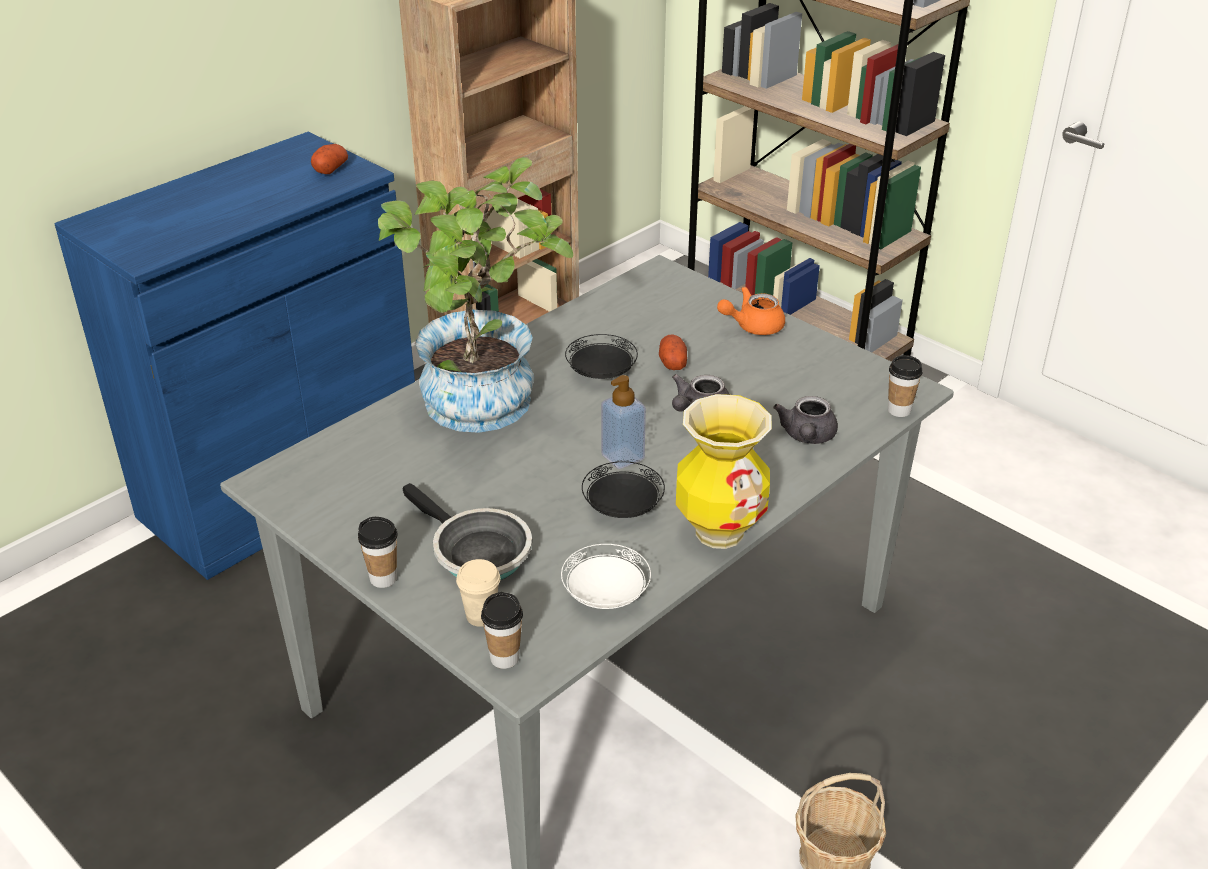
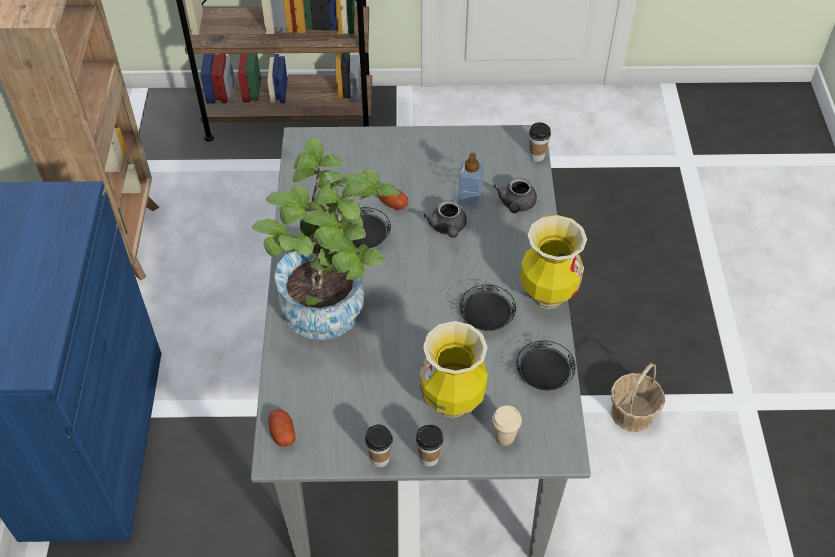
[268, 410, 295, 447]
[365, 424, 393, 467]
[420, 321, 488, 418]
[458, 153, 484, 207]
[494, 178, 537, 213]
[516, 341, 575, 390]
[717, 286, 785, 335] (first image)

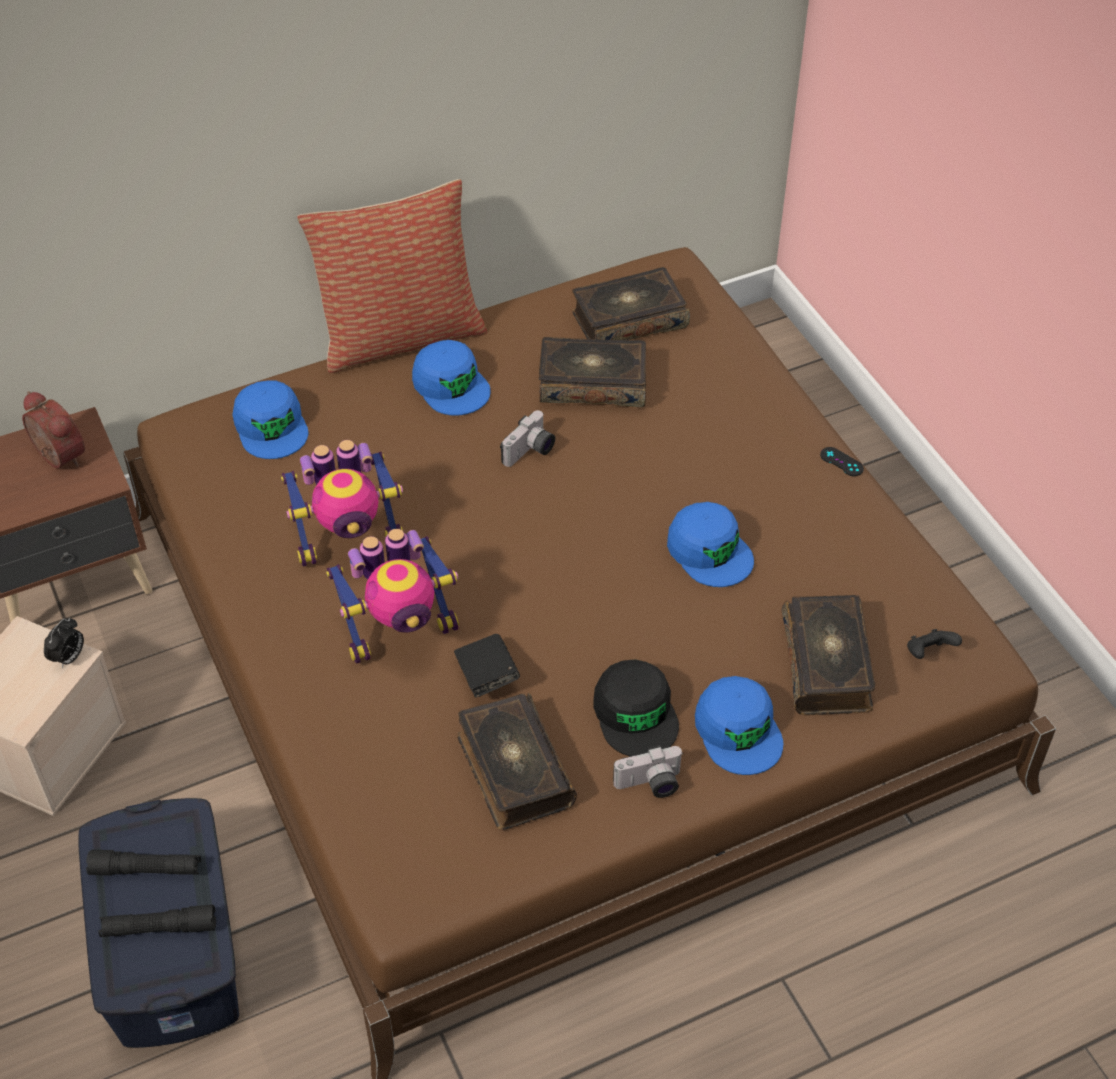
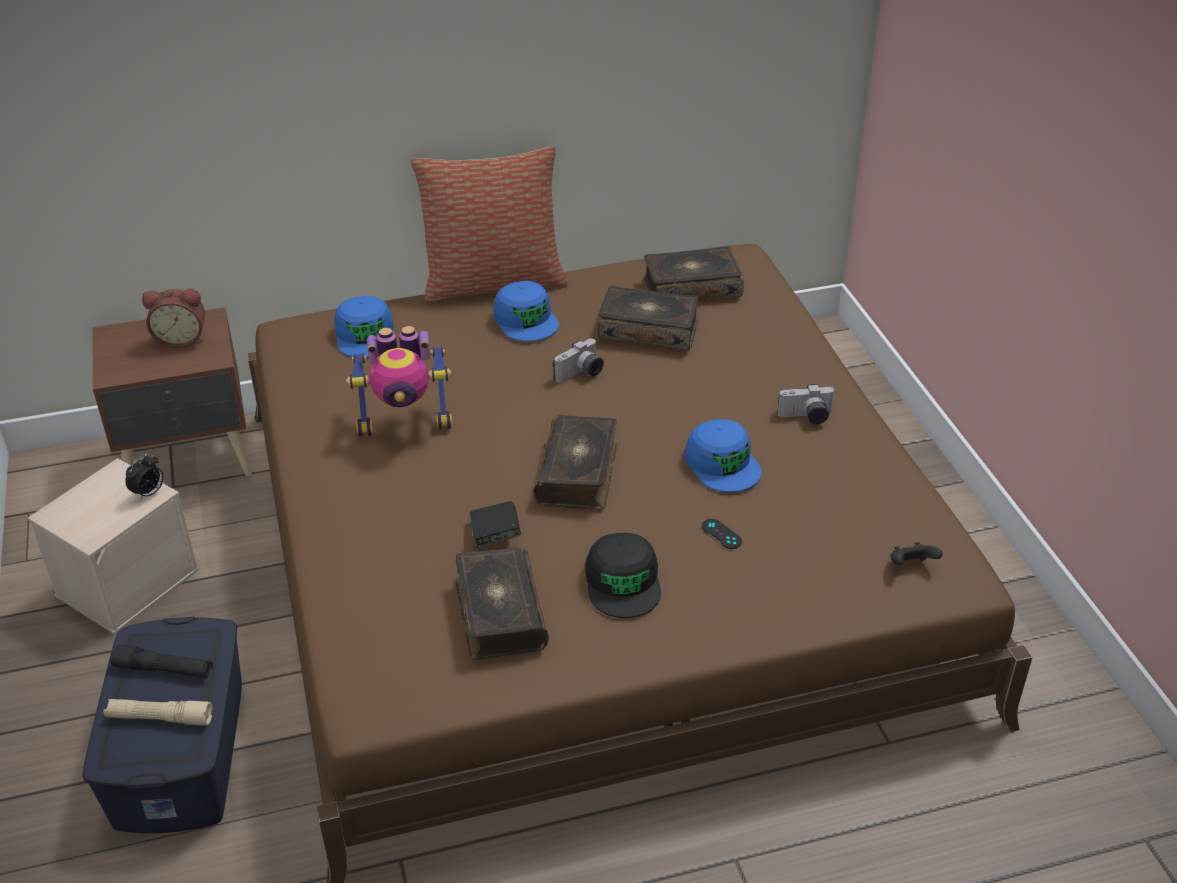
[104, 699, 213, 726]
[142, 289, 205, 348]
[533, 415, 617, 510]
[702, 519, 742, 549]
[778, 384, 834, 424]
[326, 529, 459, 664] (first image)
[695, 676, 783, 775] (first image)

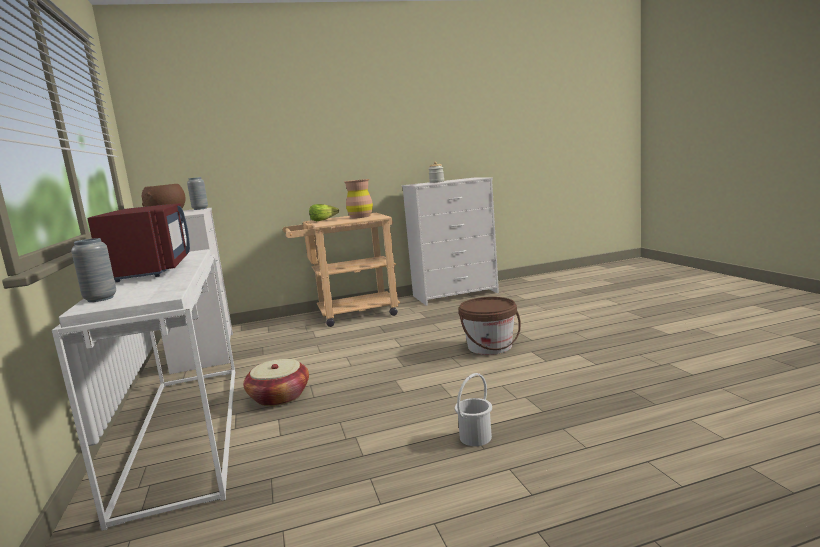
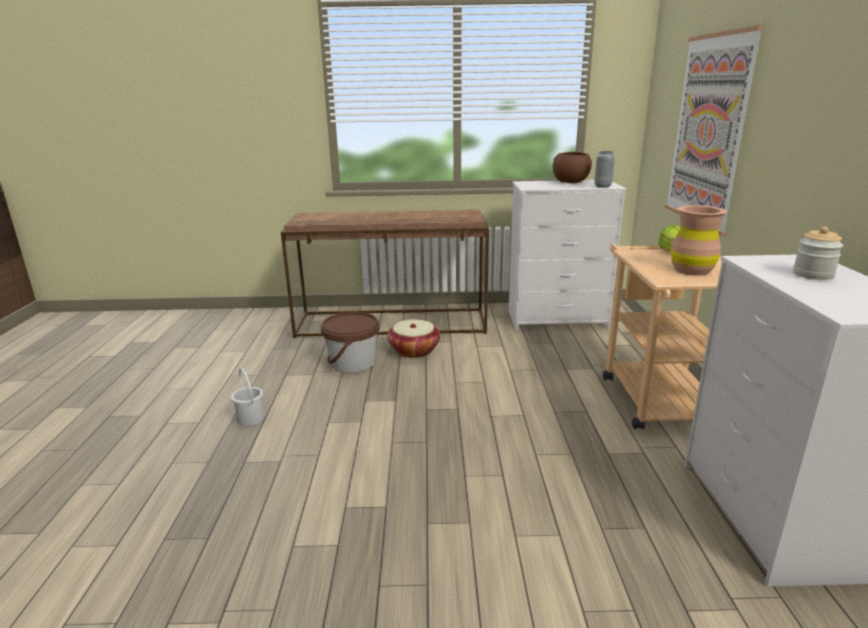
[281, 210, 489, 338]
[321, 312, 380, 373]
[665, 25, 764, 236]
[71, 238, 116, 302] (first image)
[87, 203, 190, 282] (first image)

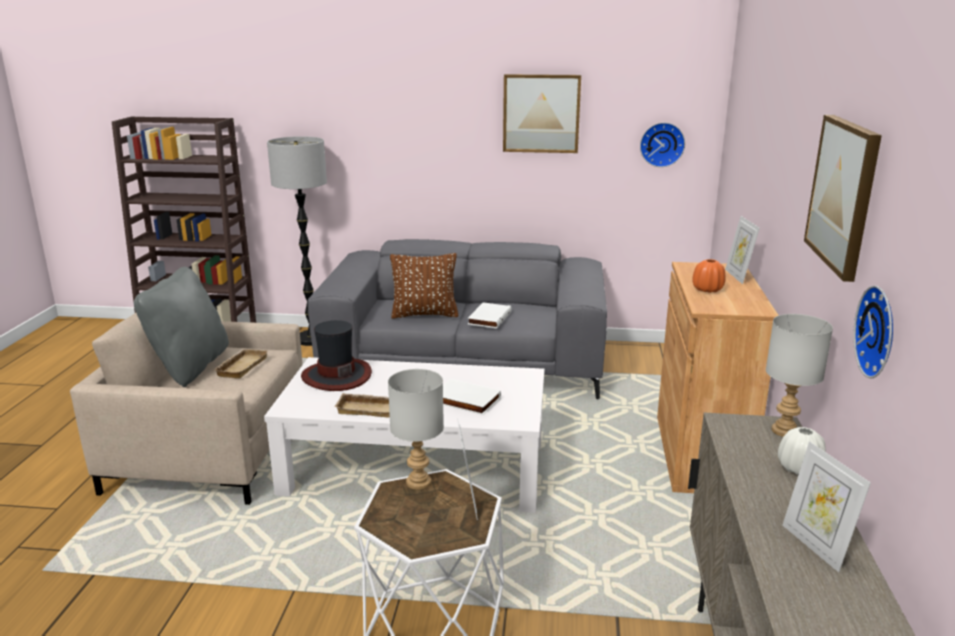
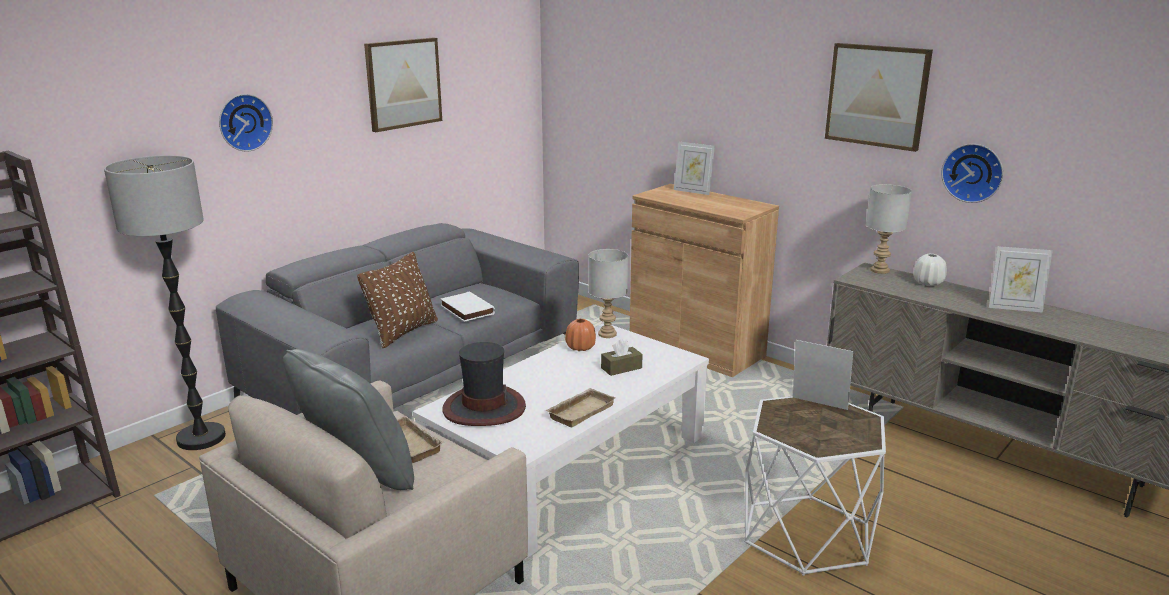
[219, 94, 273, 152]
[565, 319, 596, 351]
[588, 249, 628, 338]
[601, 339, 643, 376]

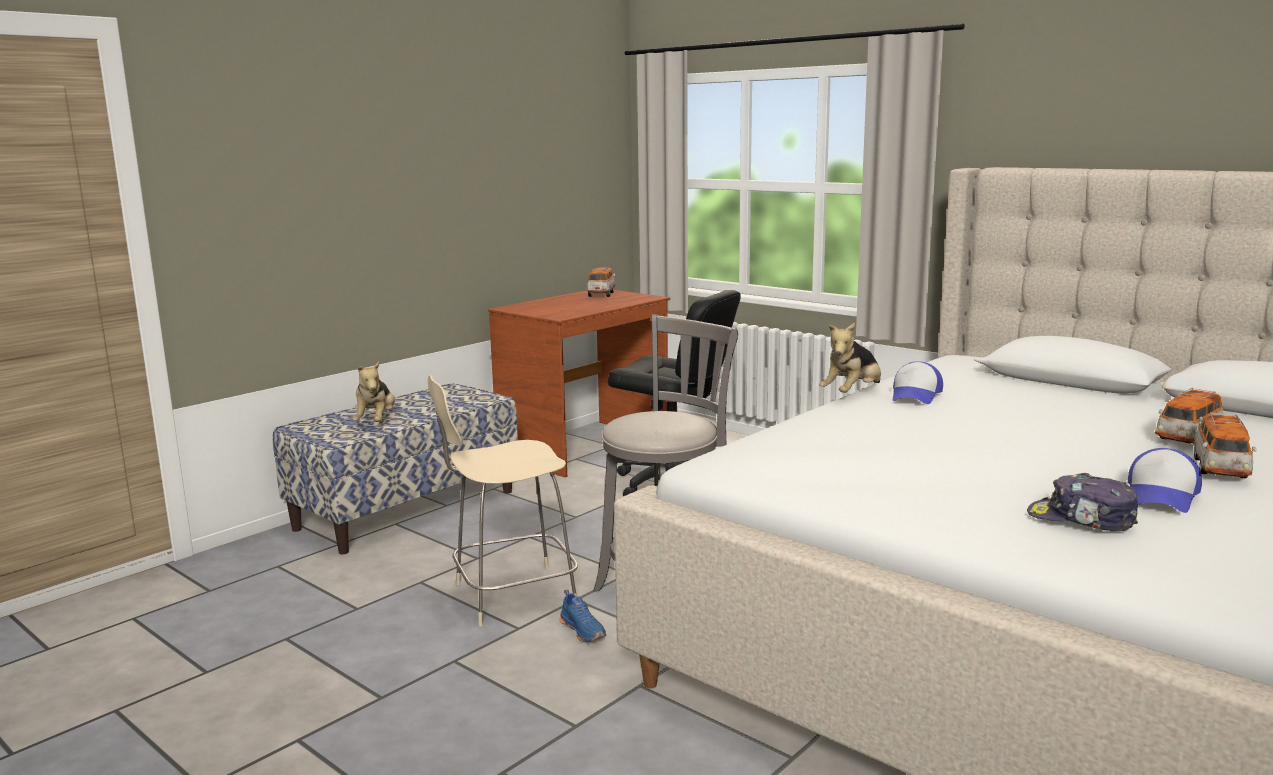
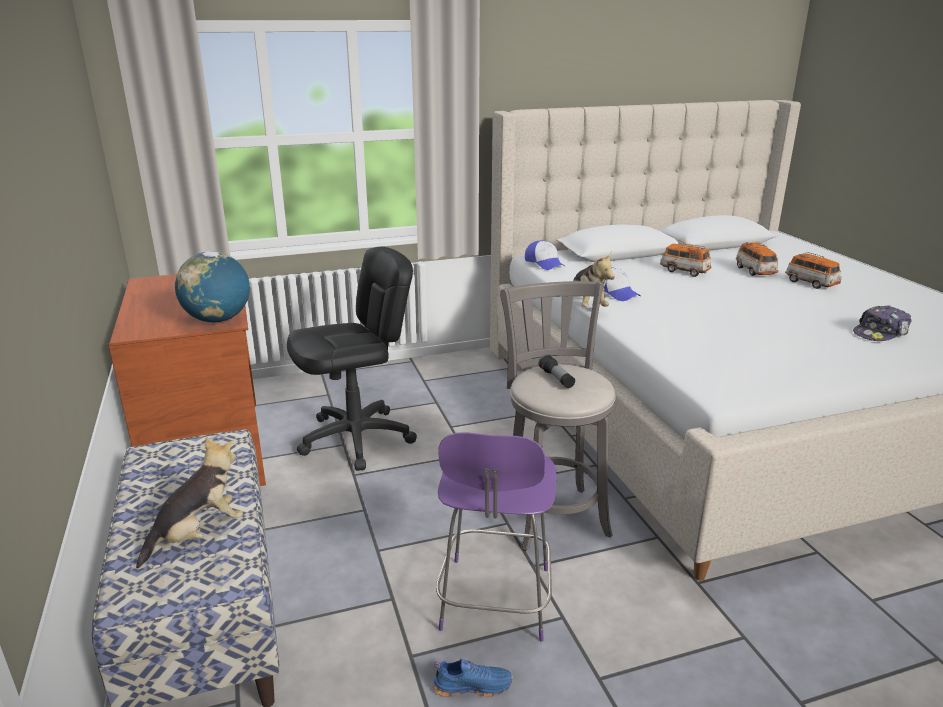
[136, 437, 243, 568]
[175, 251, 250, 323]
[433, 659, 513, 697]
[436, 432, 556, 642]
[525, 241, 566, 270]
[539, 354, 575, 388]
[660, 244, 712, 277]

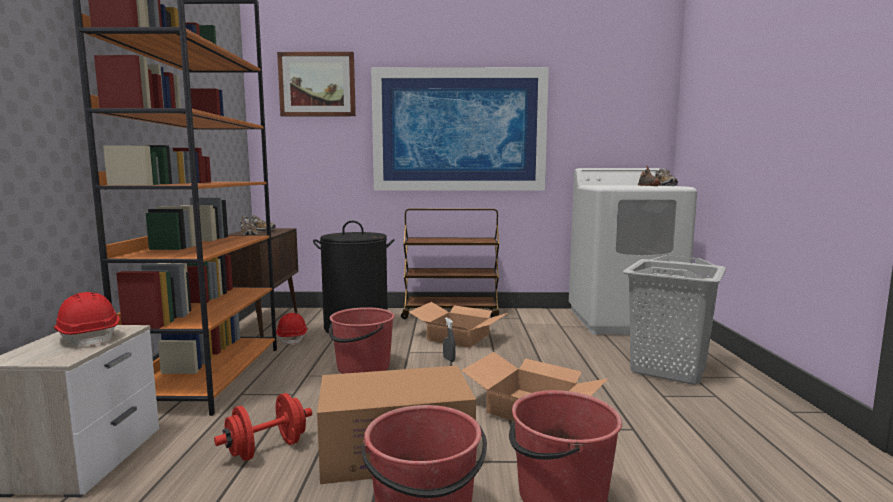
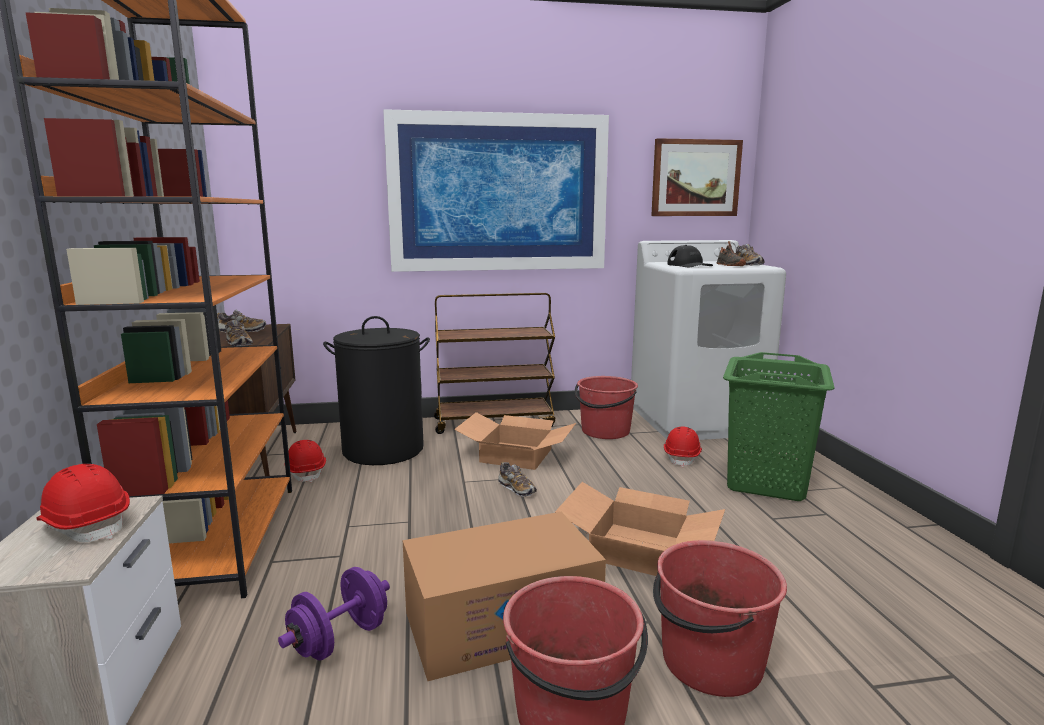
[278, 567, 390, 660]
[498, 462, 537, 497]
[575, 376, 638, 439]
[651, 138, 743, 216]
[664, 427, 702, 467]
[667, 245, 713, 267]
[723, 352, 835, 501]

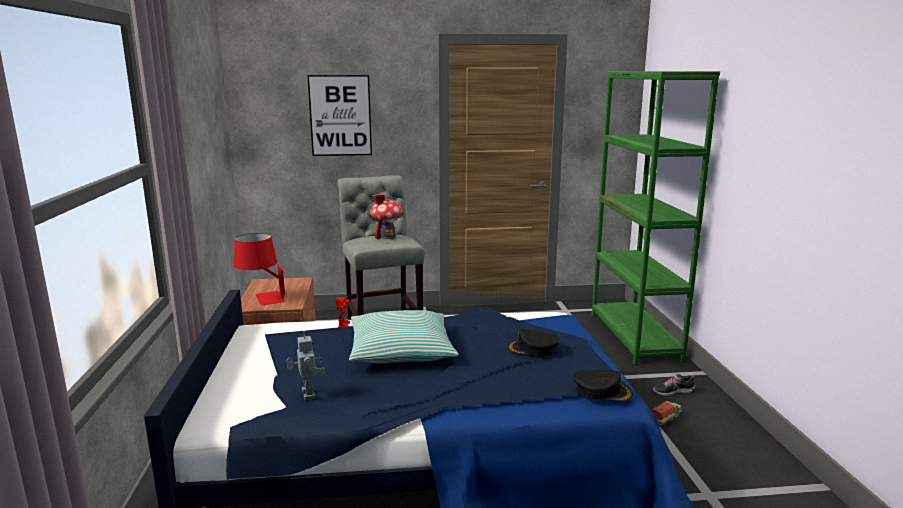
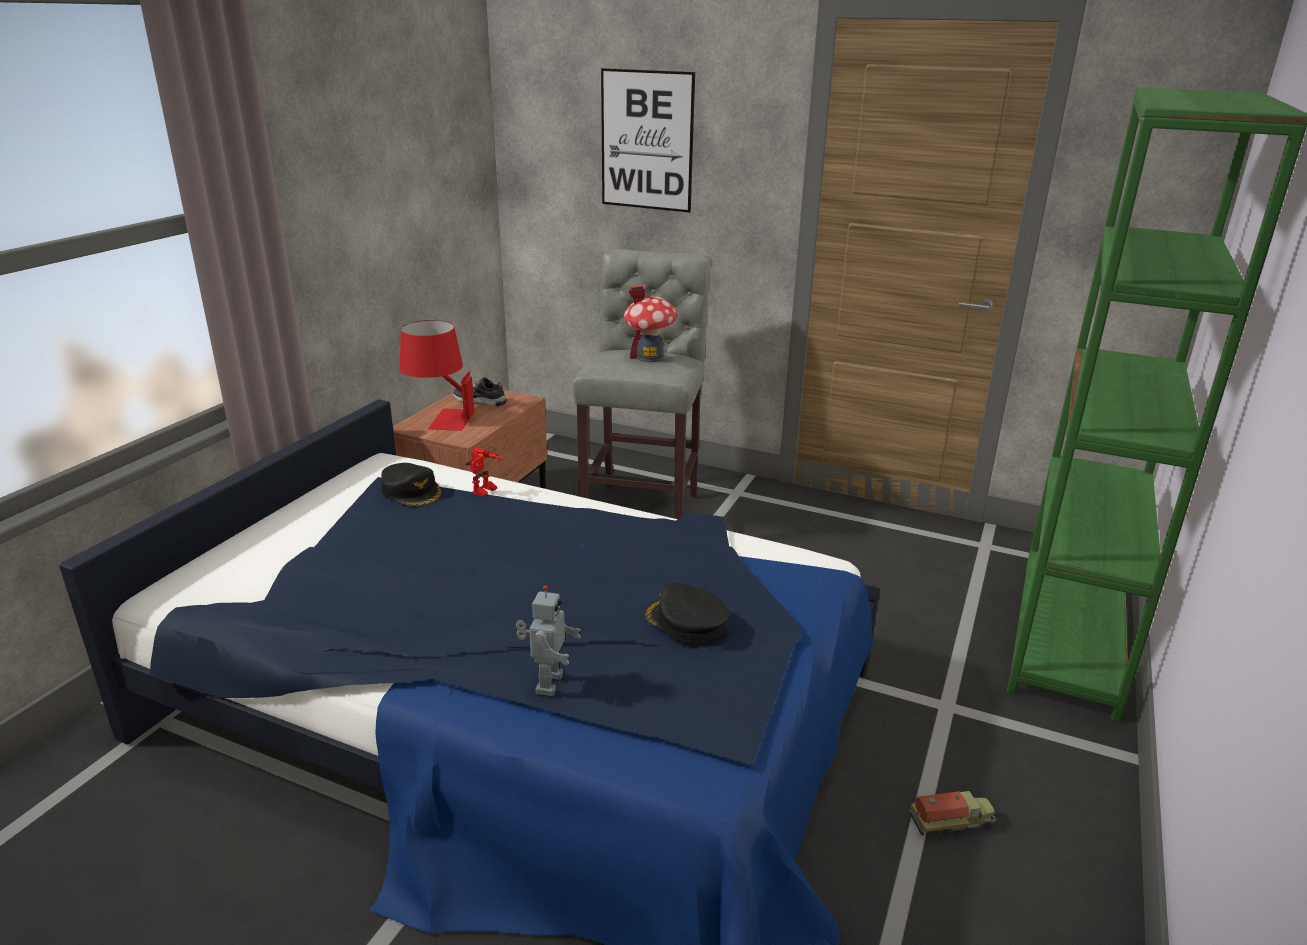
[381, 463, 443, 507]
[453, 377, 507, 406]
[516, 585, 581, 696]
[349, 310, 459, 363] (first image)

